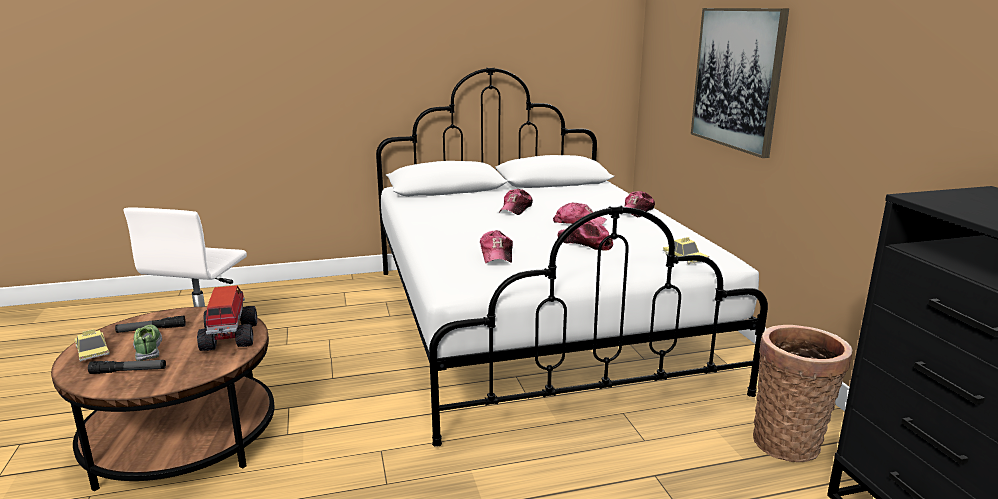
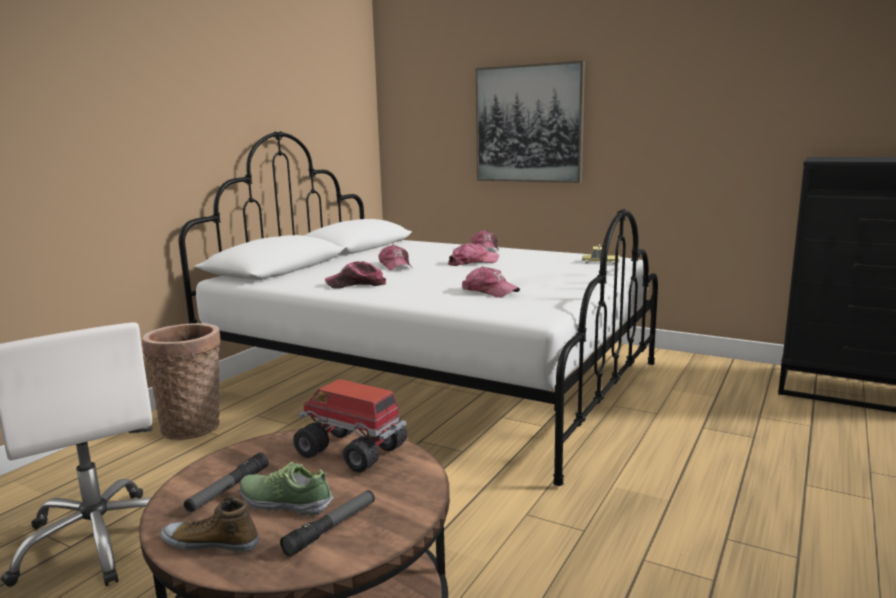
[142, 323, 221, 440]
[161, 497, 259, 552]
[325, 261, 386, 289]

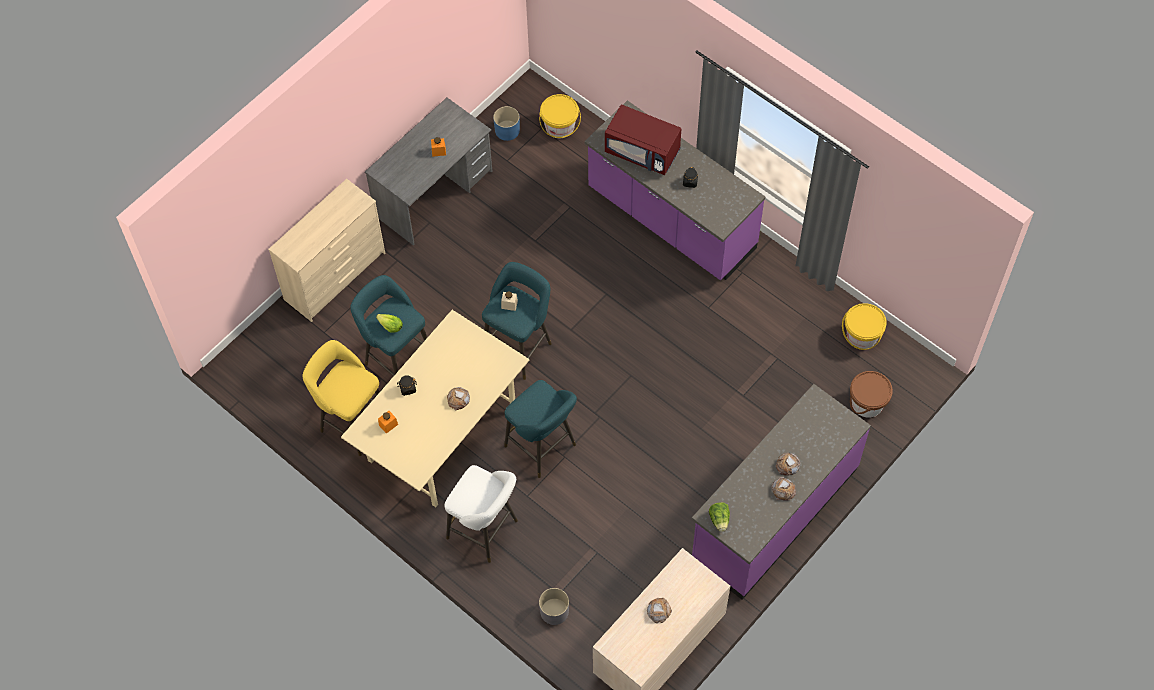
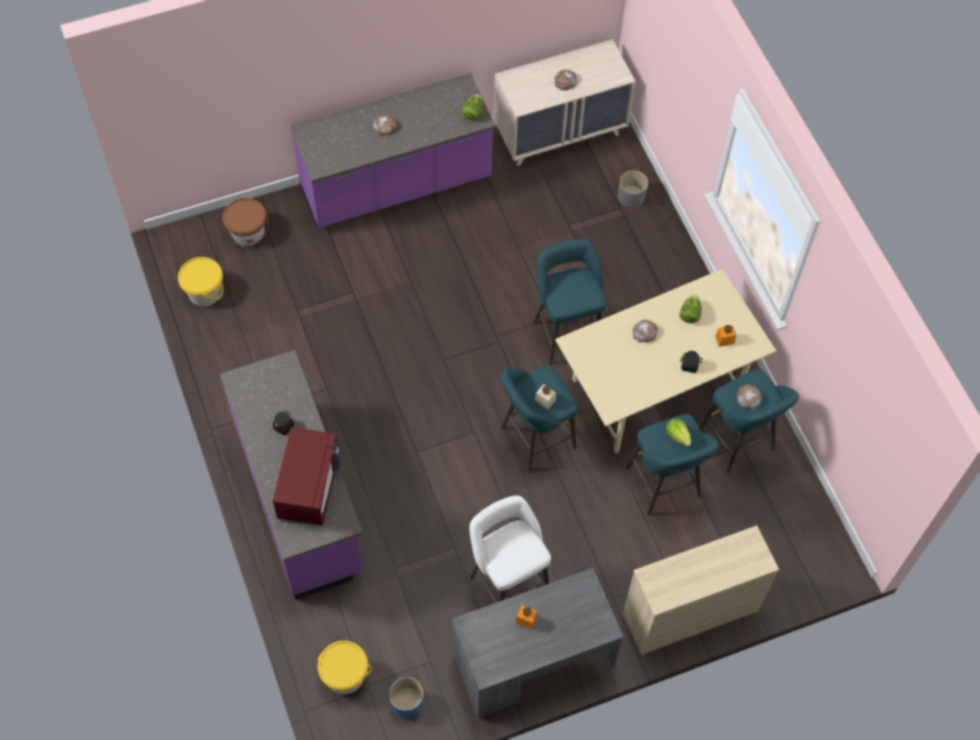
[273, 427, 340, 525]
[469, 496, 551, 603]
[679, 295, 701, 323]
[699, 369, 799, 473]
[736, 384, 762, 410]

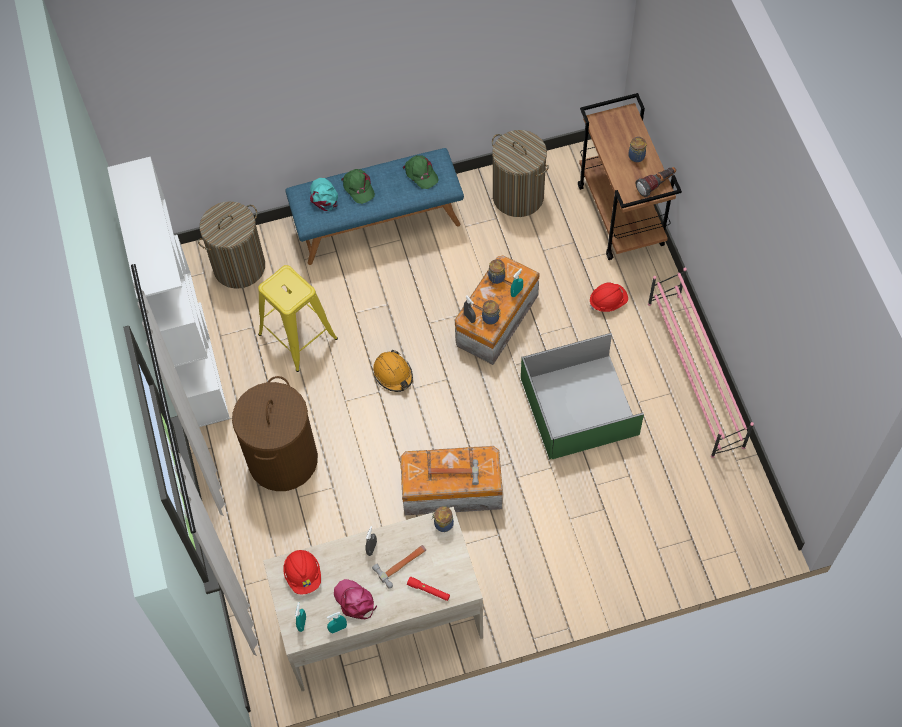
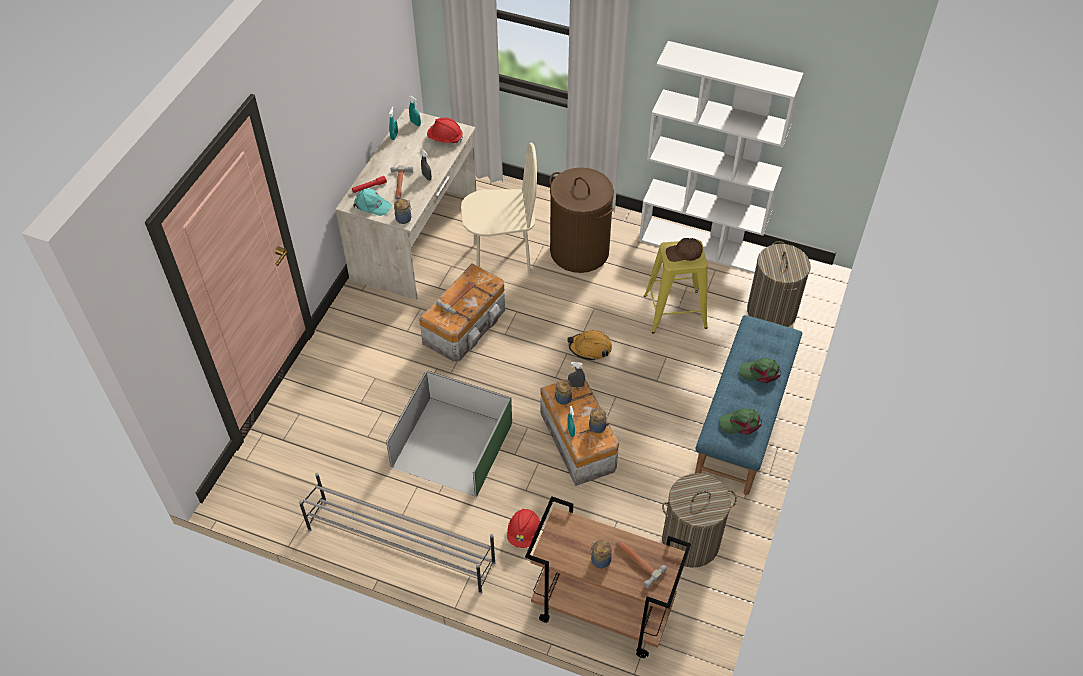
[299, 473, 496, 594]
[353, 189, 392, 216]
[461, 142, 537, 276]
[615, 540, 667, 588]
[666, 238, 703, 262]
[334, 579, 377, 620] (first image)
[636, 167, 676, 197] (first image)

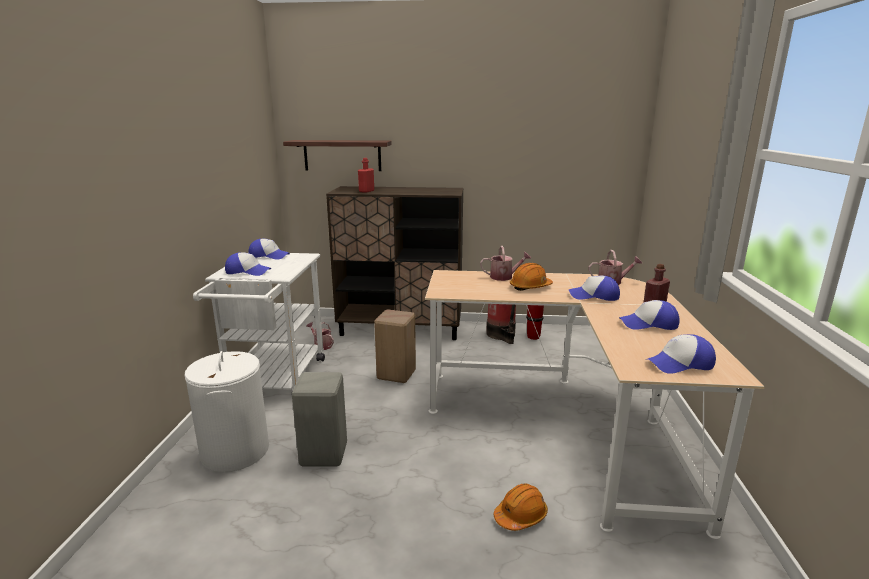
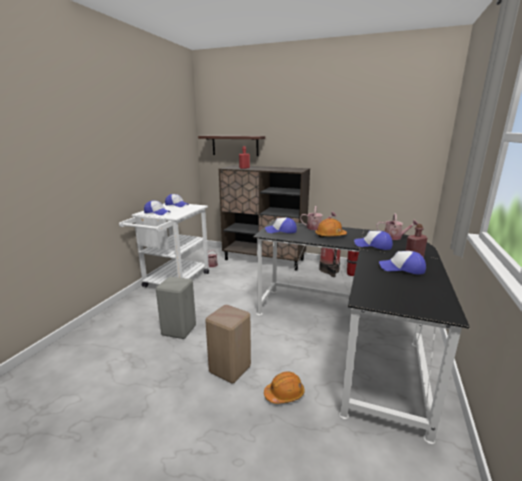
[205, 305, 251, 384]
[253, 220, 470, 444]
[265, 218, 297, 233]
[185, 351, 269, 472] (first image)

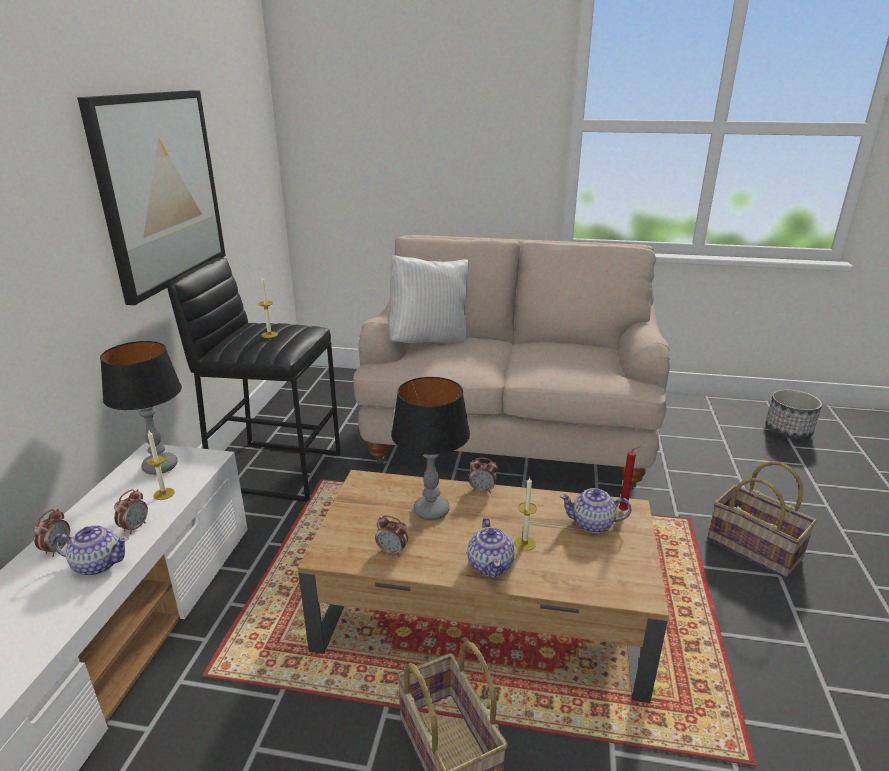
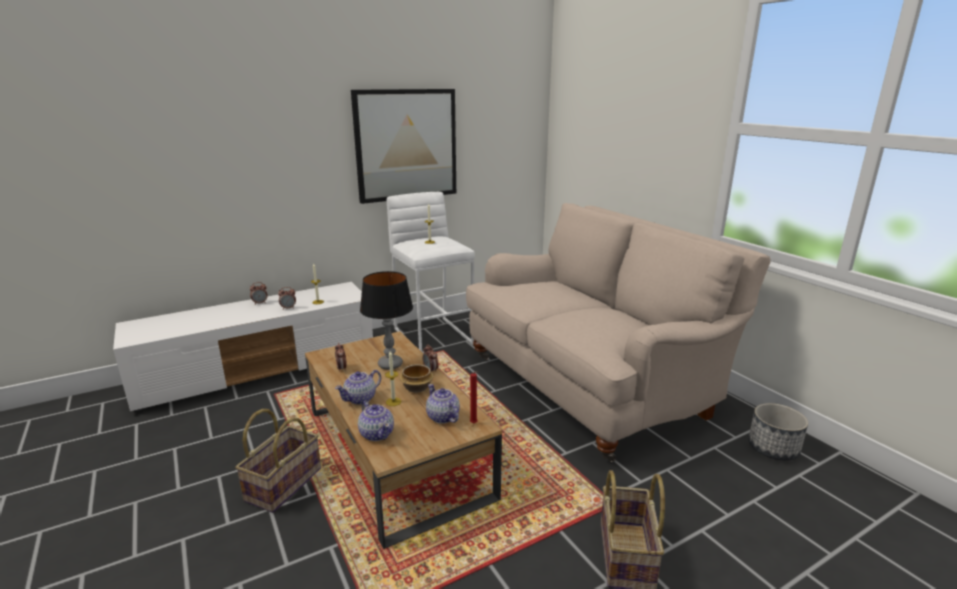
[358, 401, 394, 441]
[387, 192, 475, 352]
[400, 364, 434, 393]
[748, 403, 808, 461]
[100, 341, 182, 475] (first image)
[388, 254, 469, 343] (first image)

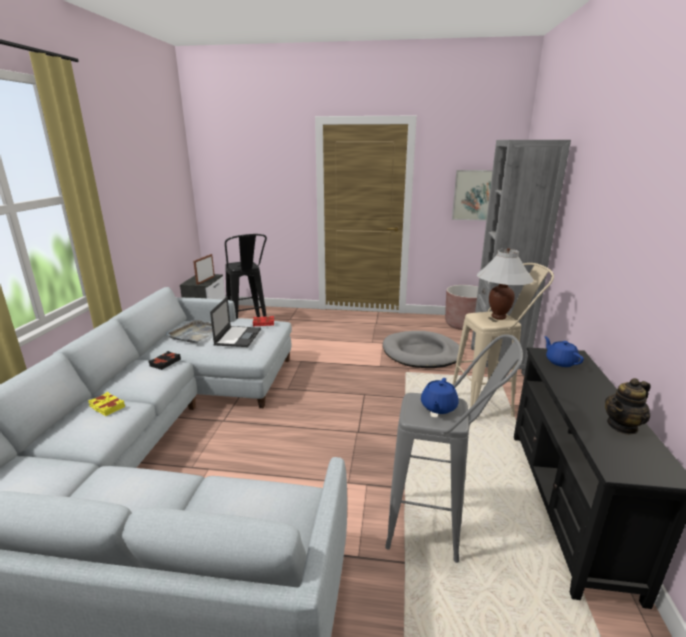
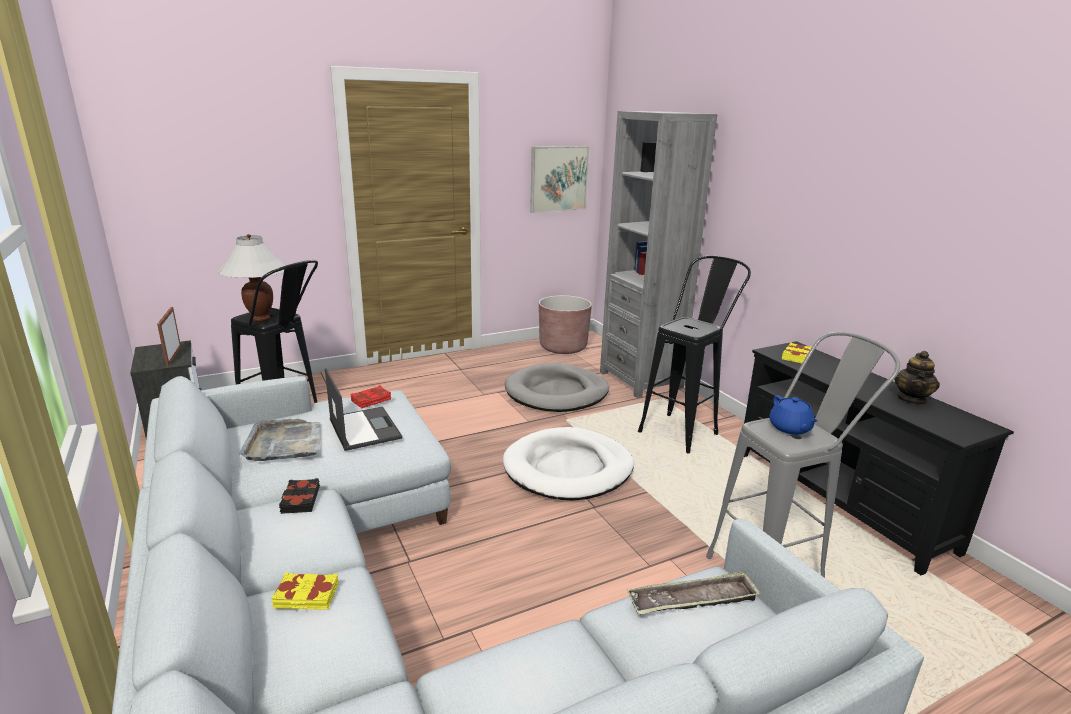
[218, 234, 286, 322]
[503, 427, 634, 501]
[627, 571, 761, 615]
[638, 256, 751, 454]
[782, 342, 812, 363]

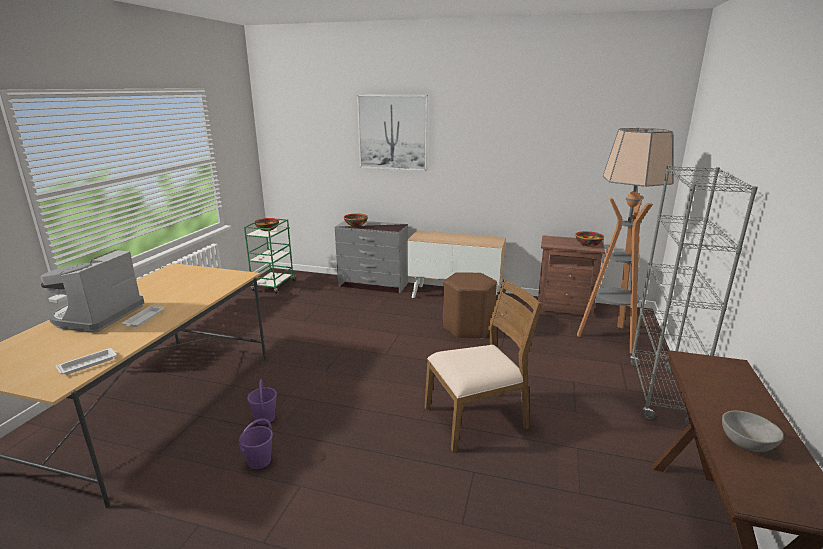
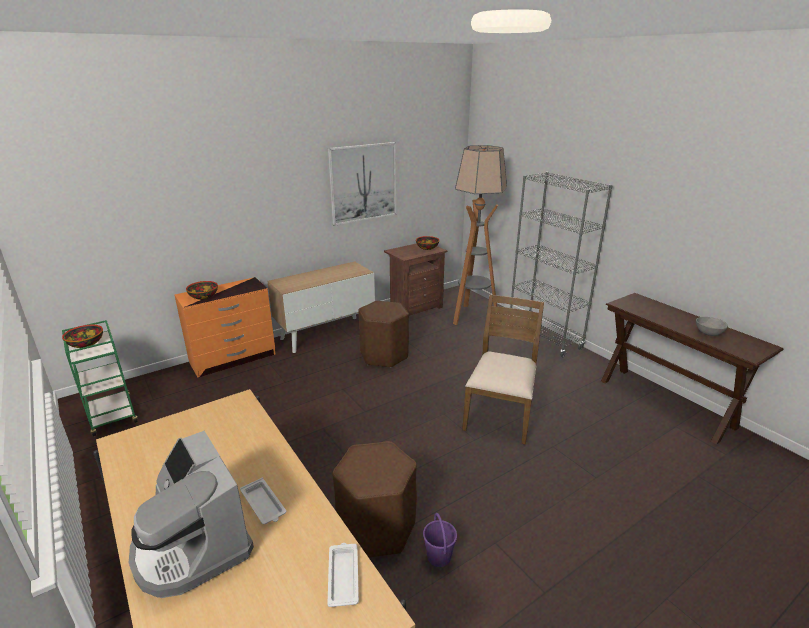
[174, 277, 275, 377]
[328, 142, 396, 226]
[332, 441, 417, 558]

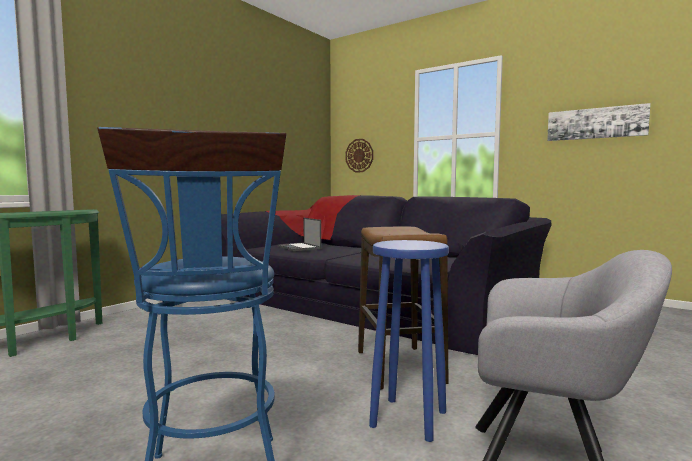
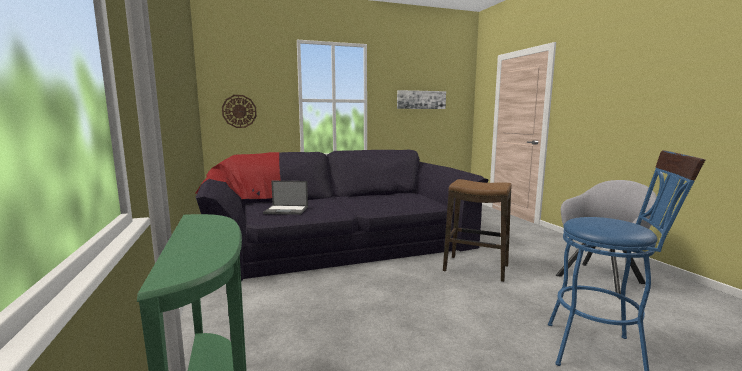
[369, 240, 449, 442] (first image)

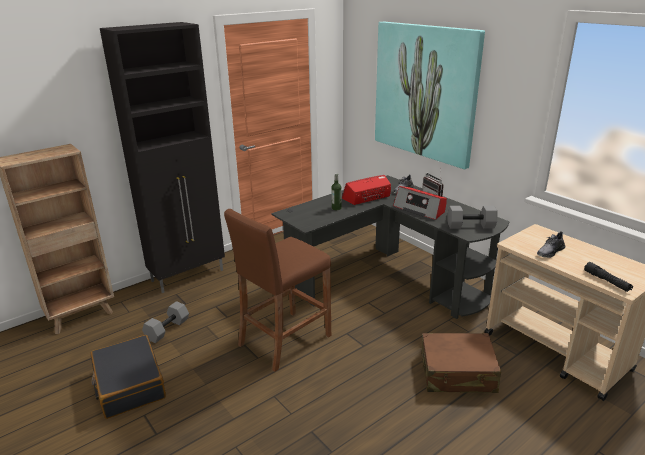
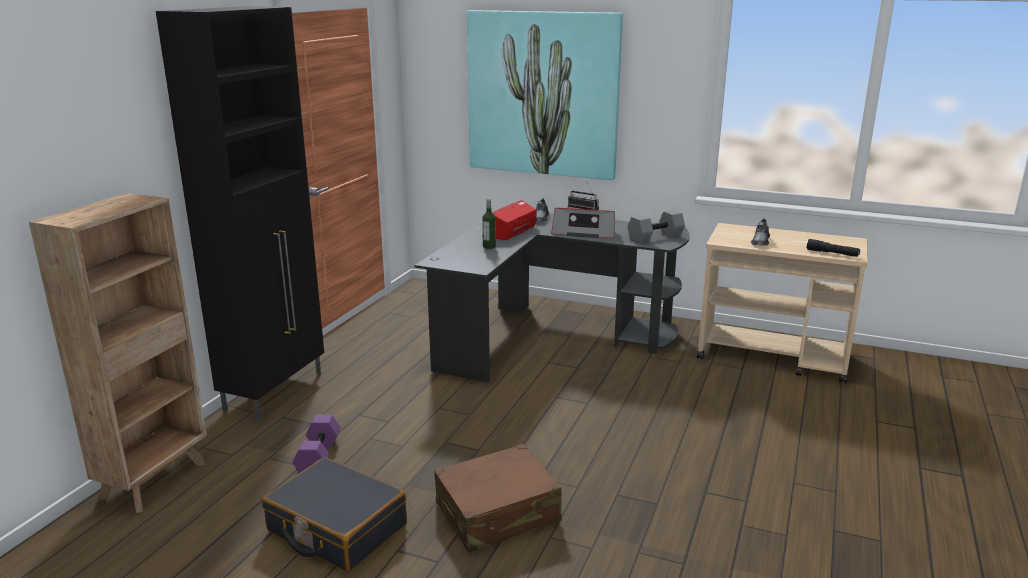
[292, 415, 340, 473]
[434, 444, 562, 553]
[224, 209, 331, 372] (first image)

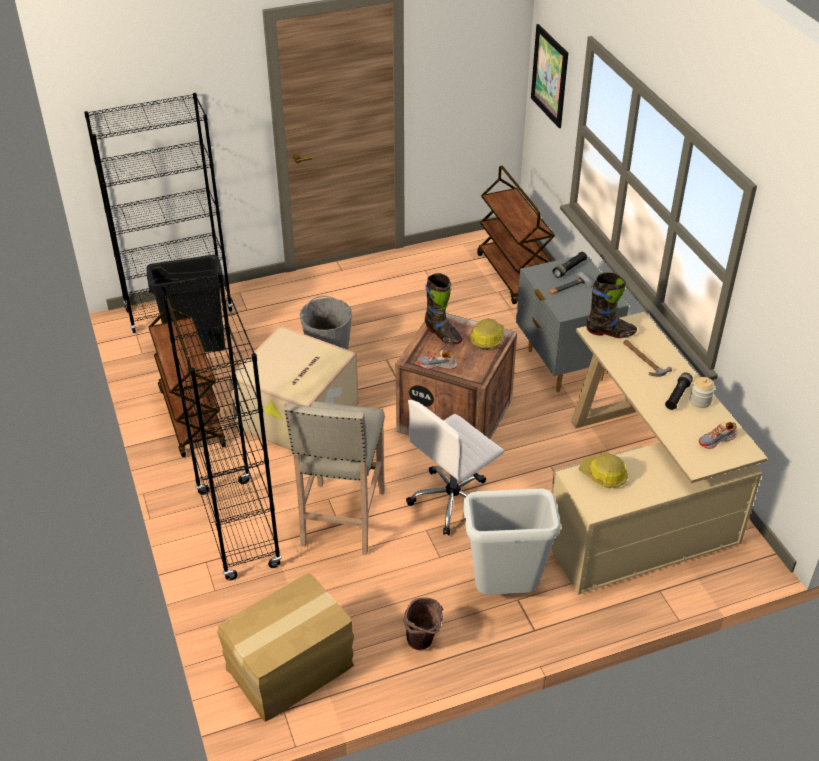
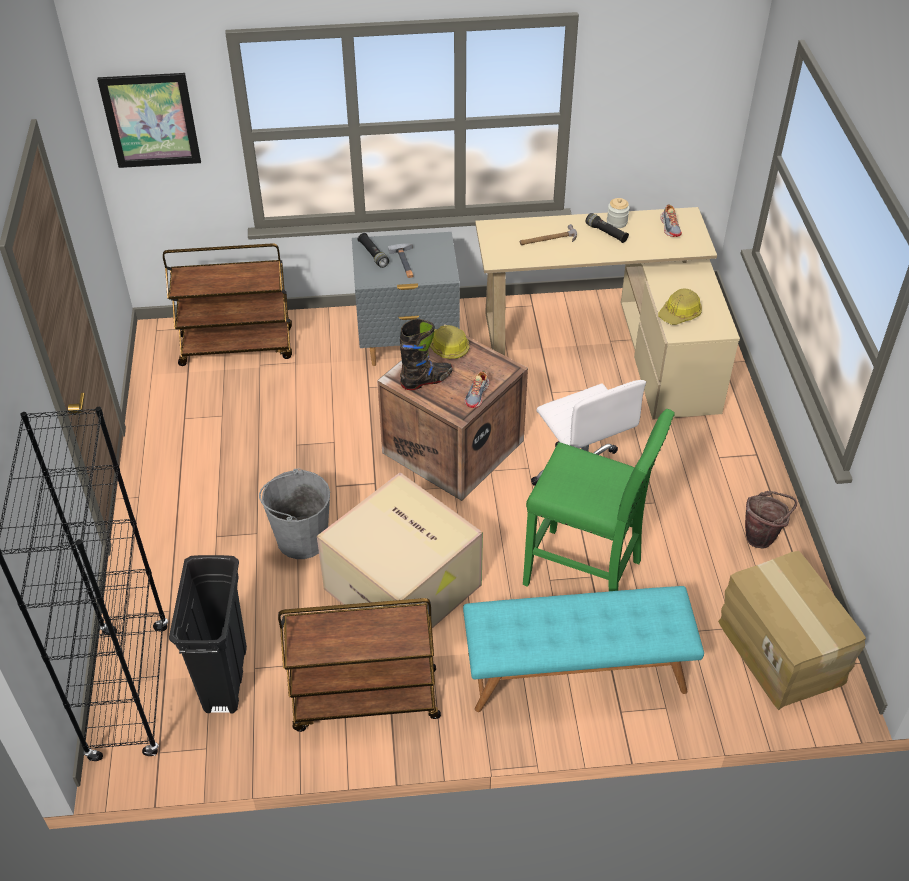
[463, 586, 704, 712]
[523, 409, 675, 591]
[463, 489, 561, 595] (first image)
[586, 272, 637, 338] (first image)

